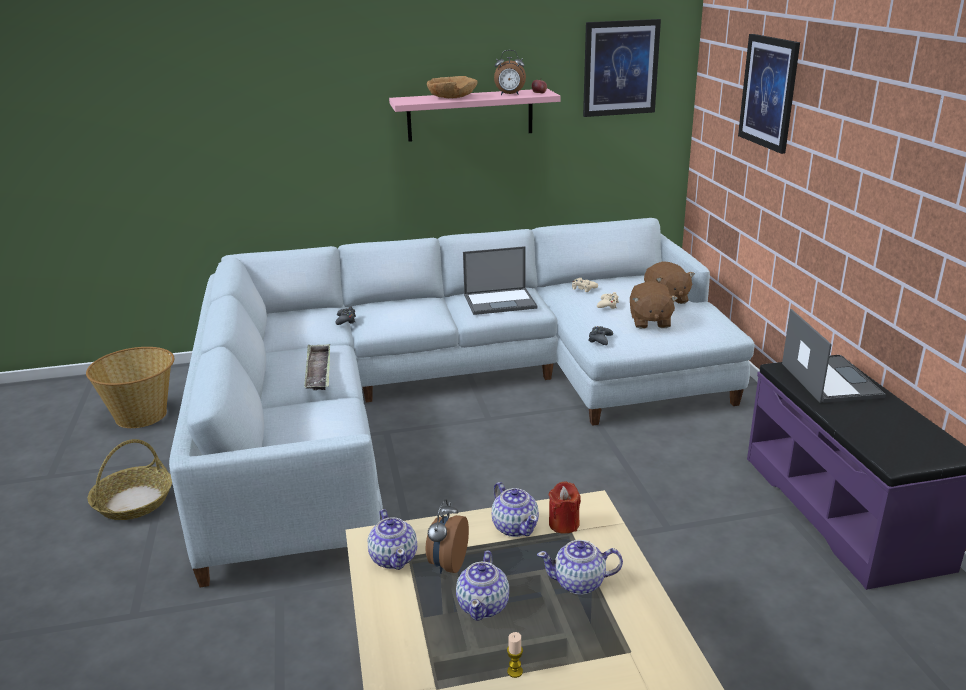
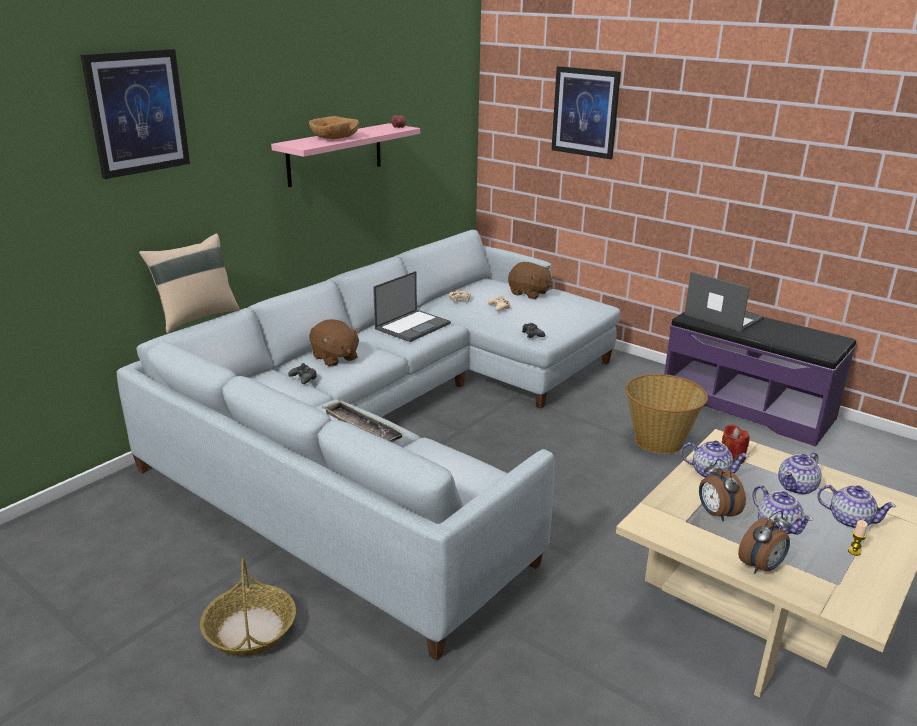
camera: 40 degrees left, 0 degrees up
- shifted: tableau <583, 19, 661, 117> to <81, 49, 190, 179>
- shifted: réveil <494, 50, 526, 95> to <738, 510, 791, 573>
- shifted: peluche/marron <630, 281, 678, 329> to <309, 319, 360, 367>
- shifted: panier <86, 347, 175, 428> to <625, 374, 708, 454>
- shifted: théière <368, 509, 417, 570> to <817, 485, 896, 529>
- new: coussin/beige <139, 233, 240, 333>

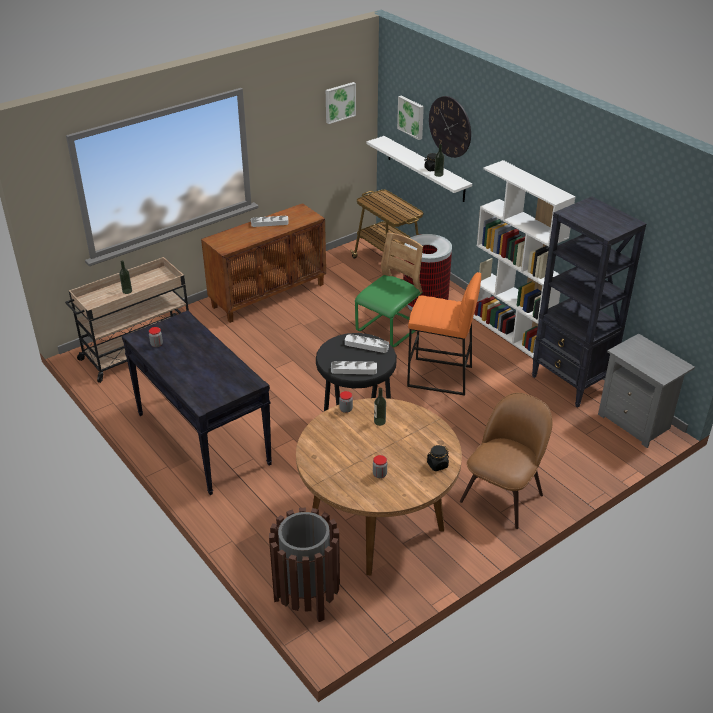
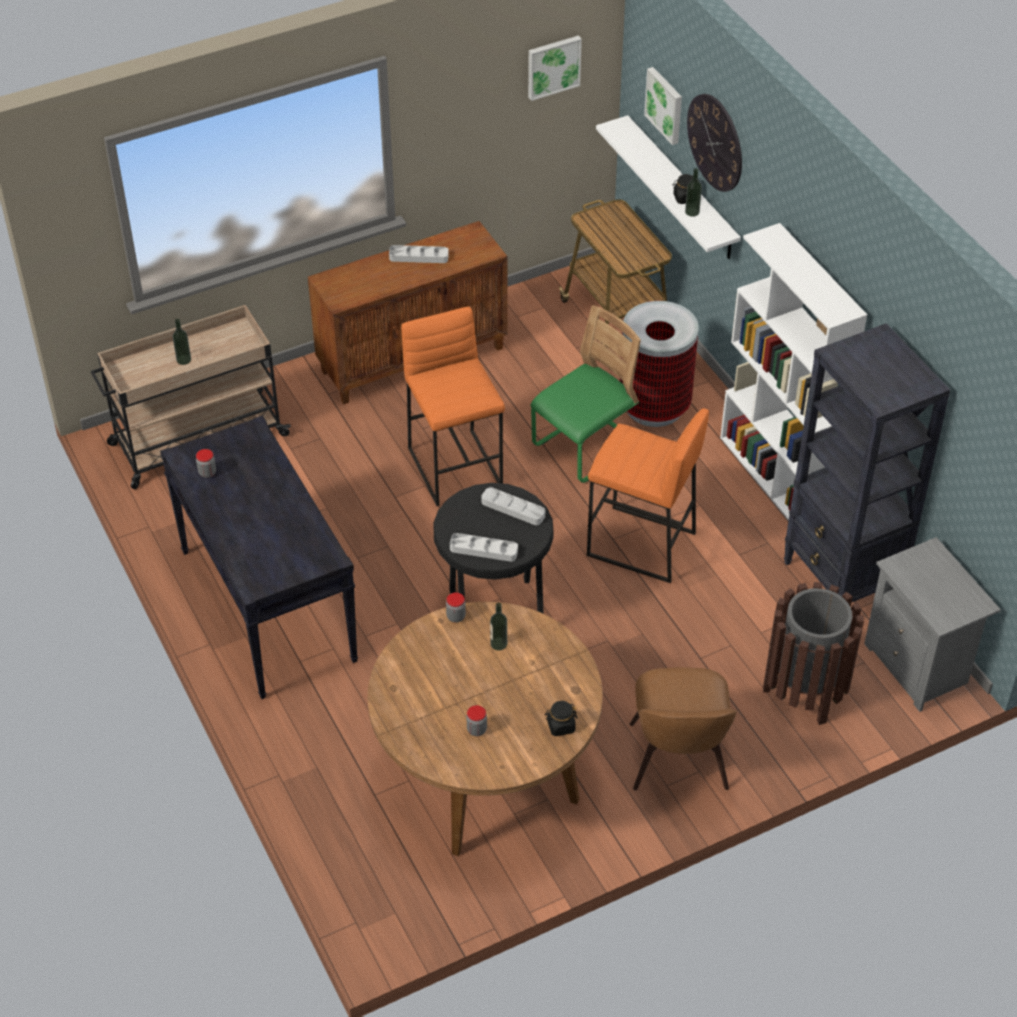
camera: 10 degrees right, 10 degrees up
- rotated: chaise/marron <460, 393, 553, 529> = <629, 667, 737, 790> 135 degrees clockwise
- shifted: poubelle/marron <269, 507, 340, 622> to <763, 582, 864, 725>
- new: tabouret/orange <401, 307, 505, 506>

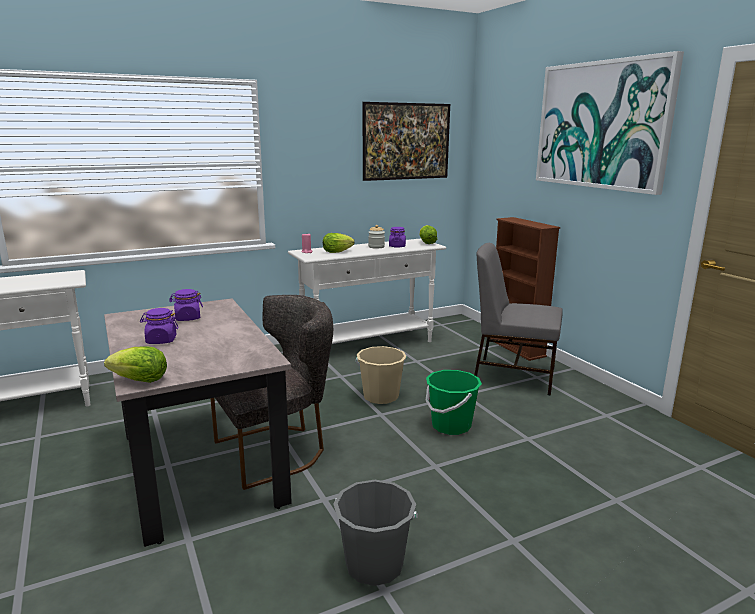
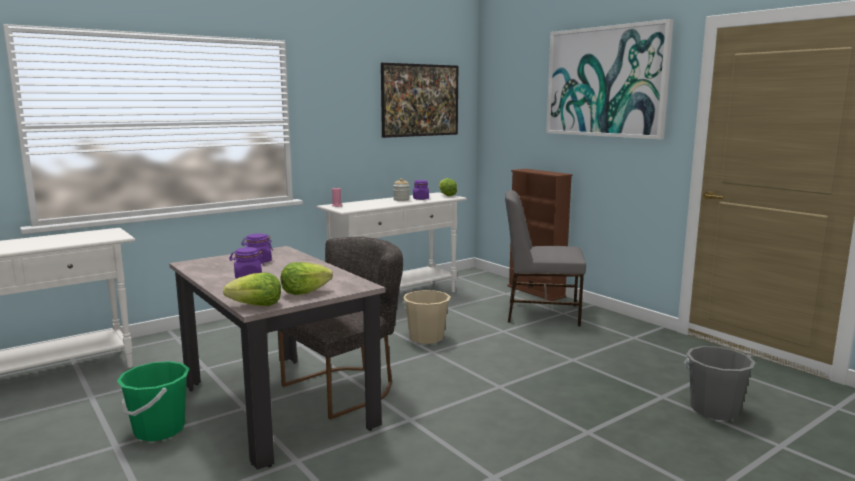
camera: 10 degrees left, 5 degrees down
- shifted: laitue <323, 233, 355, 253> to <281, 262, 333, 295>
- shifted: seau/vert <425, 370, 482, 435> to <117, 361, 189, 441>
- shifted: seau/gris <334, 480, 418, 586> to <684, 346, 755, 420>

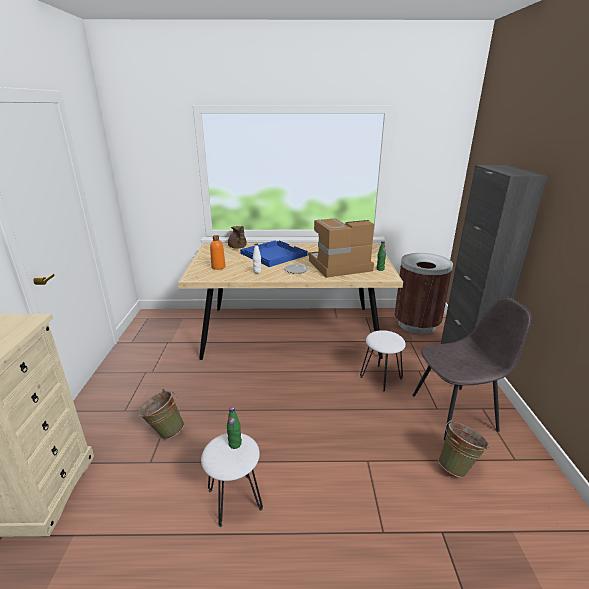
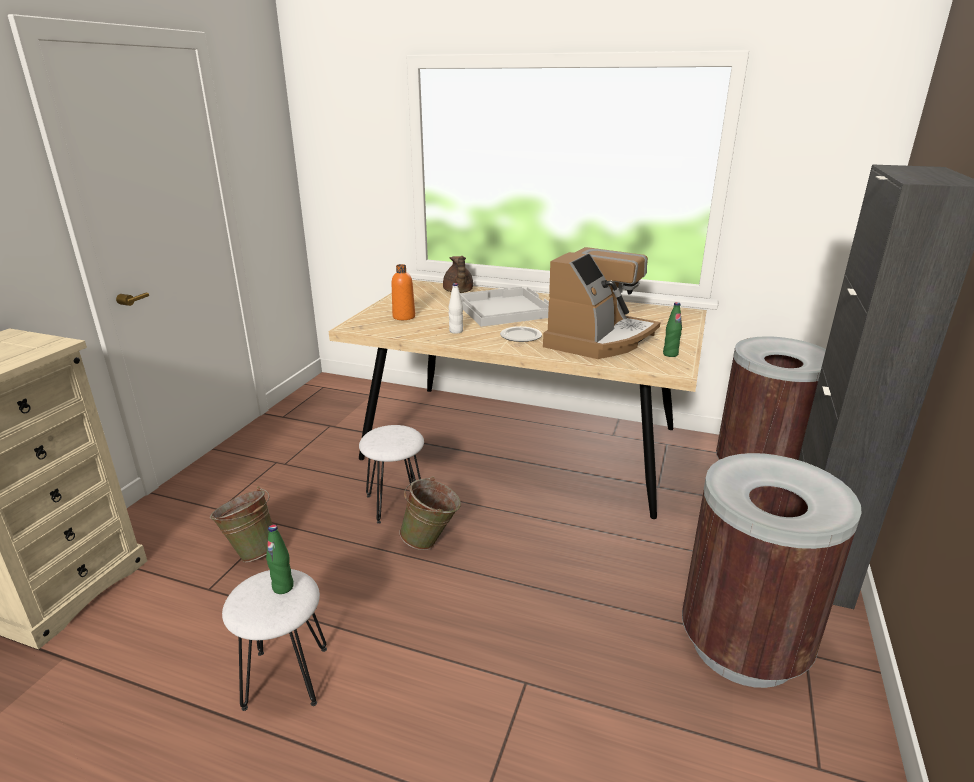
camera: 20 degrees right, 0 degrees up
- rotated: machine à café <308, 218, 374, 278> = <543, 247, 660, 359> 120 degrees clockwise
- repainted: plateau/bleu <240, 241, 308, 267> to plateau/blanc <460, 287, 549, 327>
- swapped: chaise/gris <412, 296, 531, 440> to poubelle/marron <682, 453, 862, 688>
- shifted: tabouret/blanc <360, 330, 406, 392> to <359, 425, 424, 524>
- shifted: seau/vert <438, 419, 489, 478> to <399, 477, 461, 550>

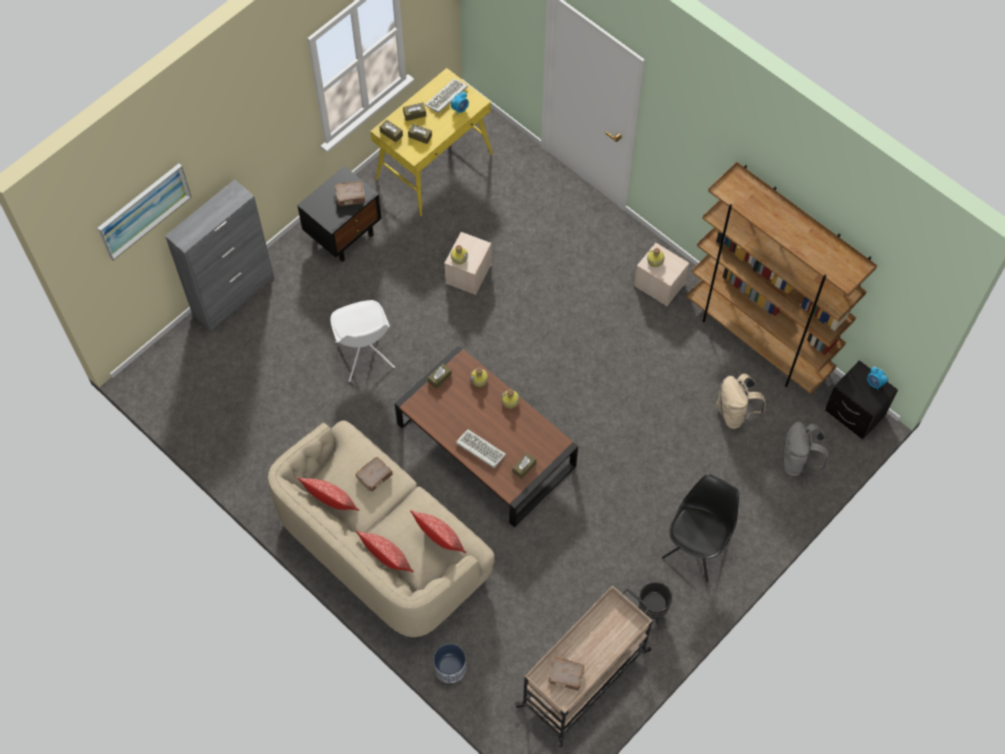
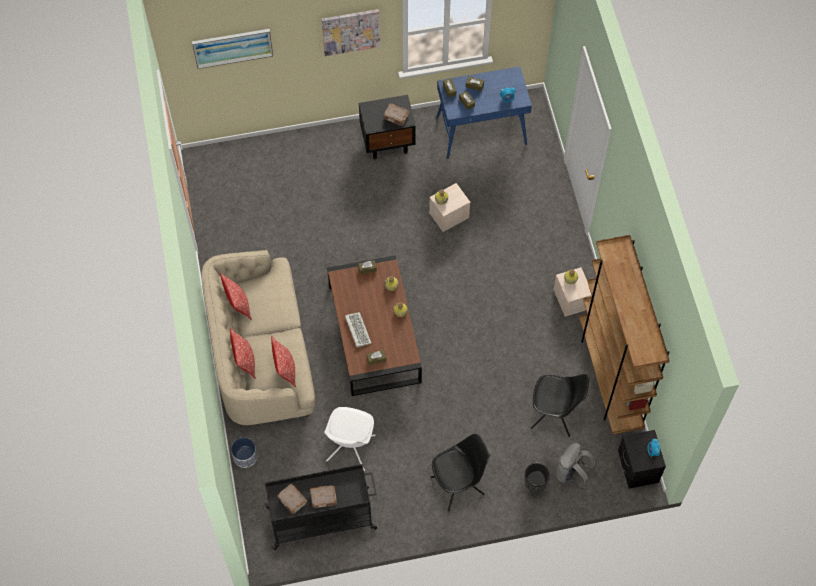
camera: 35 degrees right, 0 degrees up
- repainted: bureau/jaune <370, 68, 493, 216> to bureau/bleu <436, 67, 532, 159>
- gone: clavier <425, 78, 468, 114>
- gone: meuble de rangement/gris <165, 179, 274, 331>
- shifted: chaise/blanc <330, 300, 395, 382> to <324, 407, 376, 471>
- swapped: sac à dos/beige <716, 374, 766, 429> to chaise/noir <531, 374, 589, 437>
- shifted: livre/marron <356, 457, 393, 492> to <310, 485, 337, 508>
- shifted: cache-pot/noir <639, 582, 672, 624> to <524, 463, 550, 497>
- repainted: chariot/beige <514, 585, 653, 747> to chariot/noir <264, 464, 377, 550>
- new: tableau <322, 9, 380, 56>

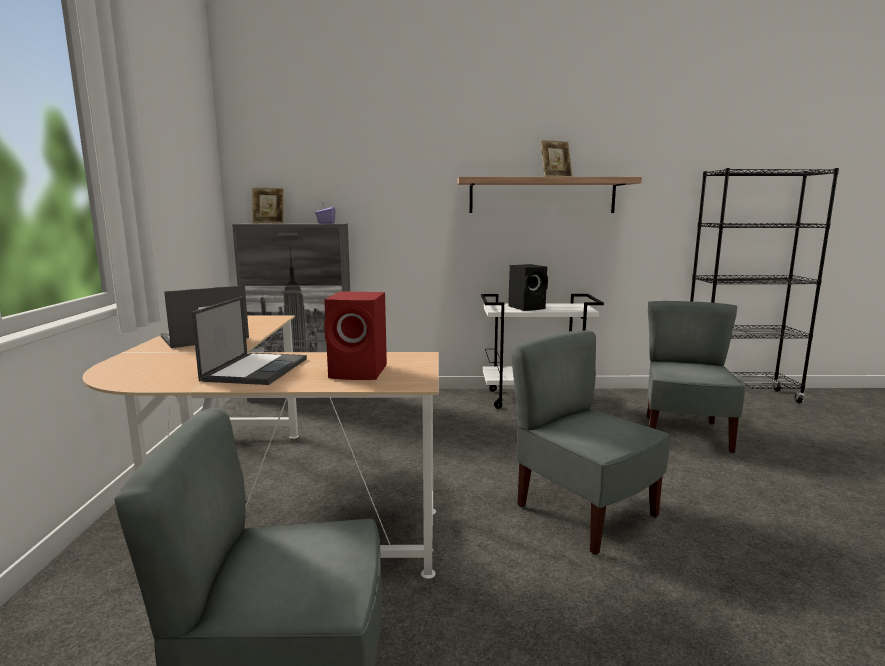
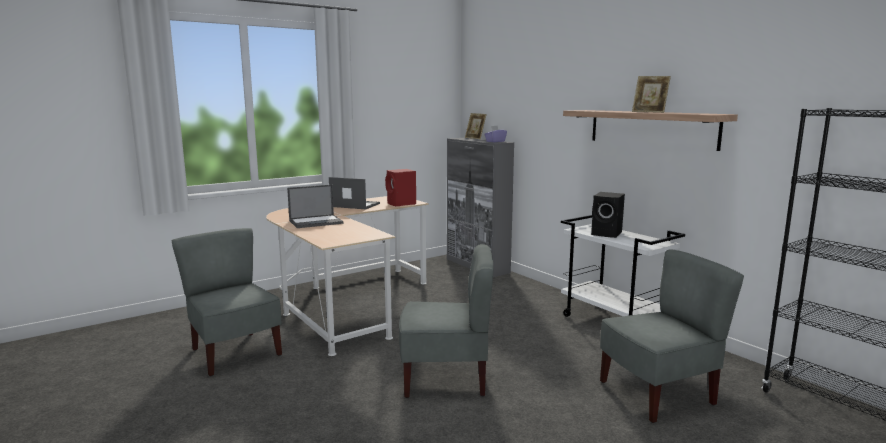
camera: 55 degrees right, 0 degrees up
- shifted: enceinte/rouge <324, 291, 387, 380> to <385, 169, 416, 206>
- rotated: chaise/gris <511, 330, 670, 555> = <399, 244, 494, 398> 75 degrees clockwise

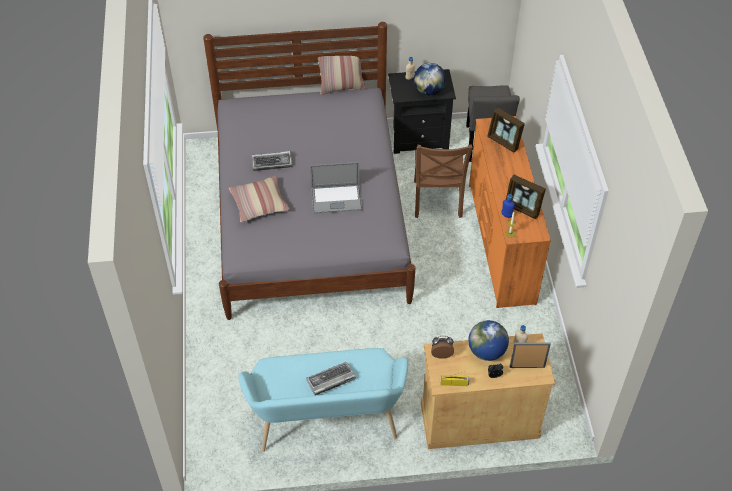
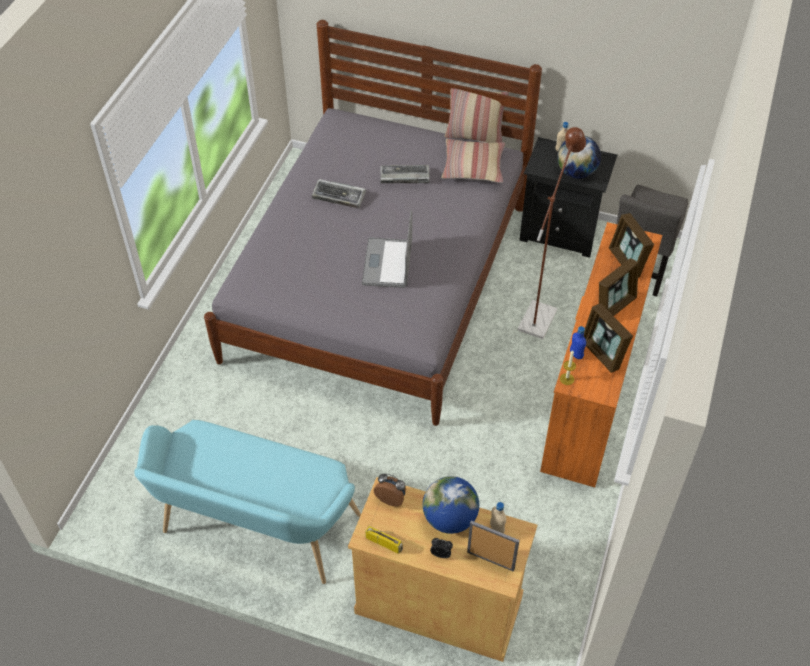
camera: 25 degrees right, 0 degrees up
- swapped: chaise/marron <414, 145, 473, 218> to lampadaire/marron <518, 127, 586, 339>
- rotated: ordinateur portable <310, 162, 362, 214> = <362, 210, 412, 288> 75 degrees clockwise
- shifted: coussin <229, 176, 290, 222> to <441, 139, 505, 183>
- shifted: clavier <306, 362, 356, 396> to <380, 165, 430, 183>
- new: cadre photo <599, 258, 639, 316>

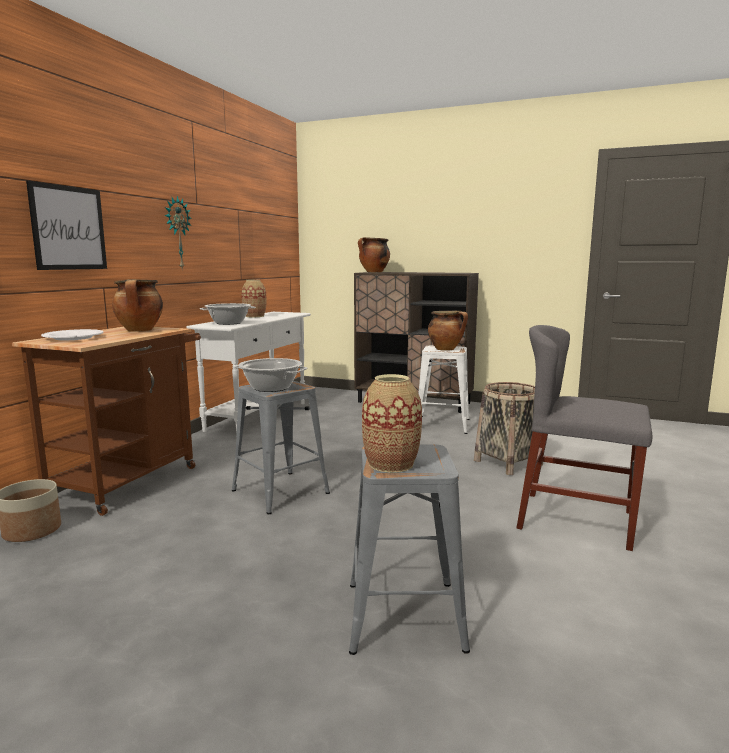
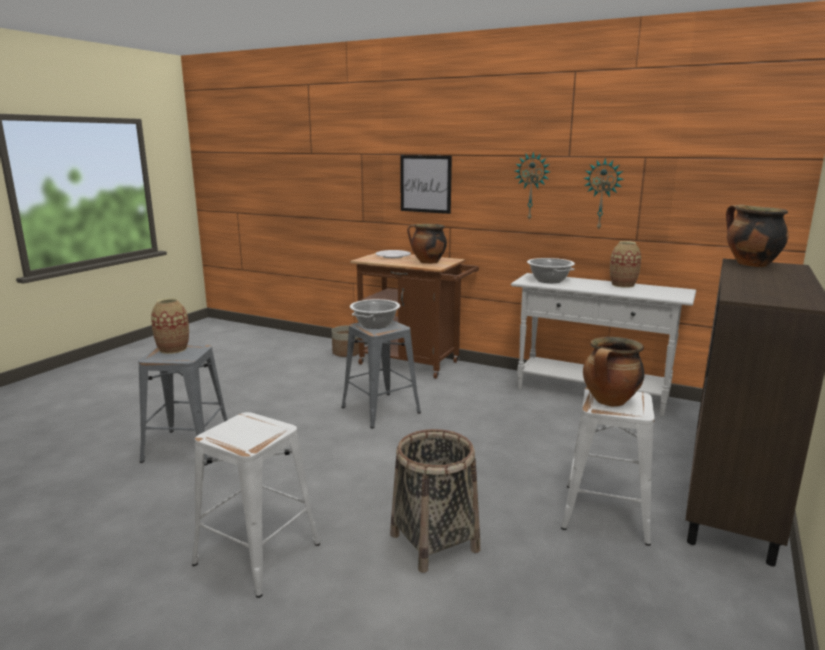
camera: 95 degrees right, 5 degrees up
- swapped: chaise/gris <517, 325, 652, 551> to tabouret/blanc <192, 412, 320, 598>
- new: horloge murale <583, 158, 624, 231>

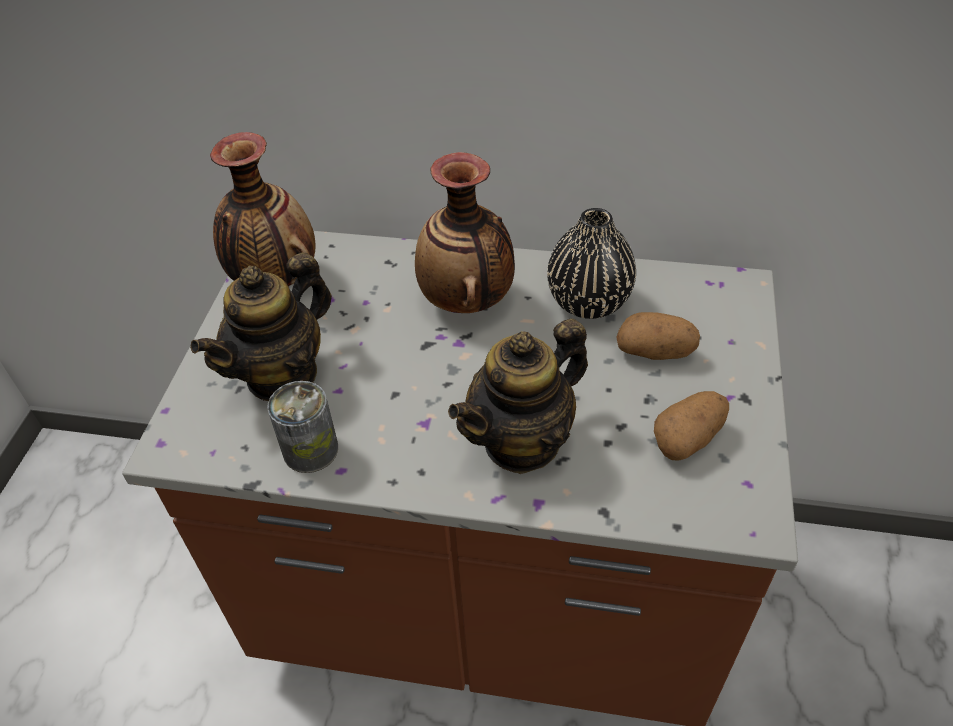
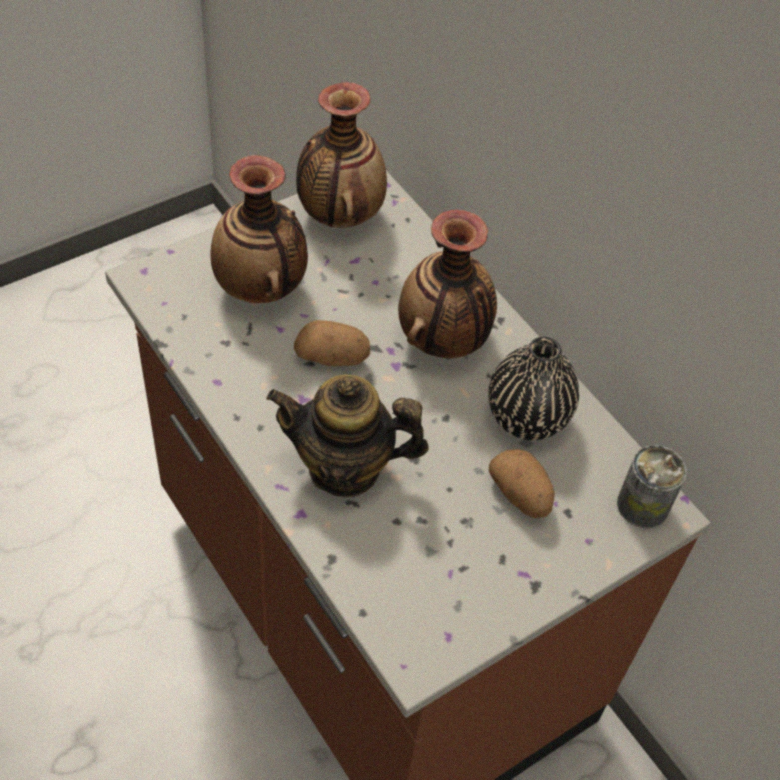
camera: 40 degrees right, 5 degrees up
- swapped: théière <190, 252, 332, 401> to vase <211, 155, 308, 303>
- shifted: boîte métallique <267, 381, 338, 473> to <617, 445, 687, 528>
- shifted: pomme de terre <654, 391, 729, 461> to <294, 320, 370, 366>

